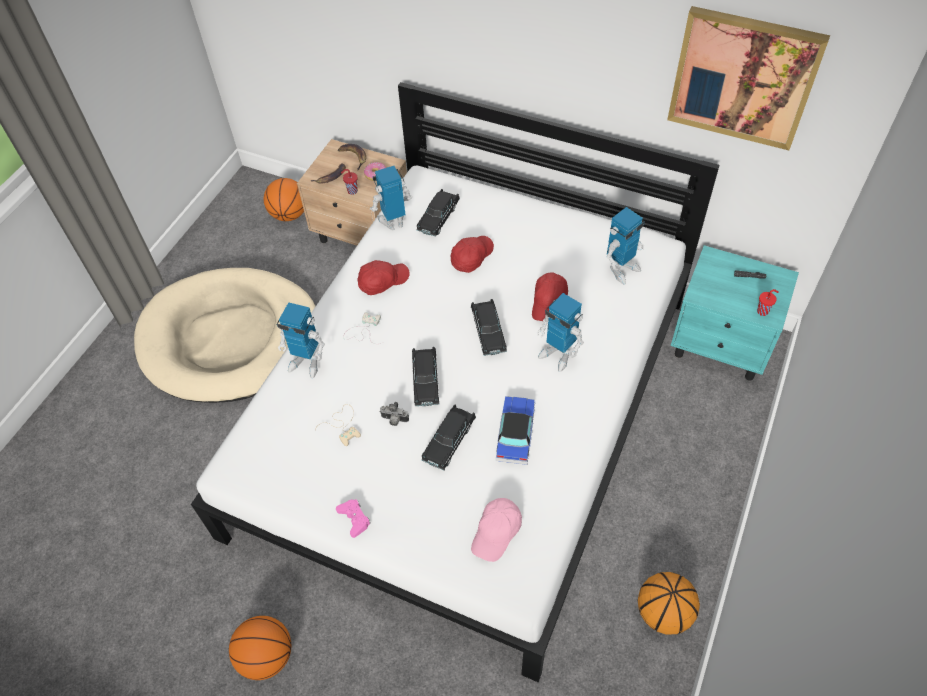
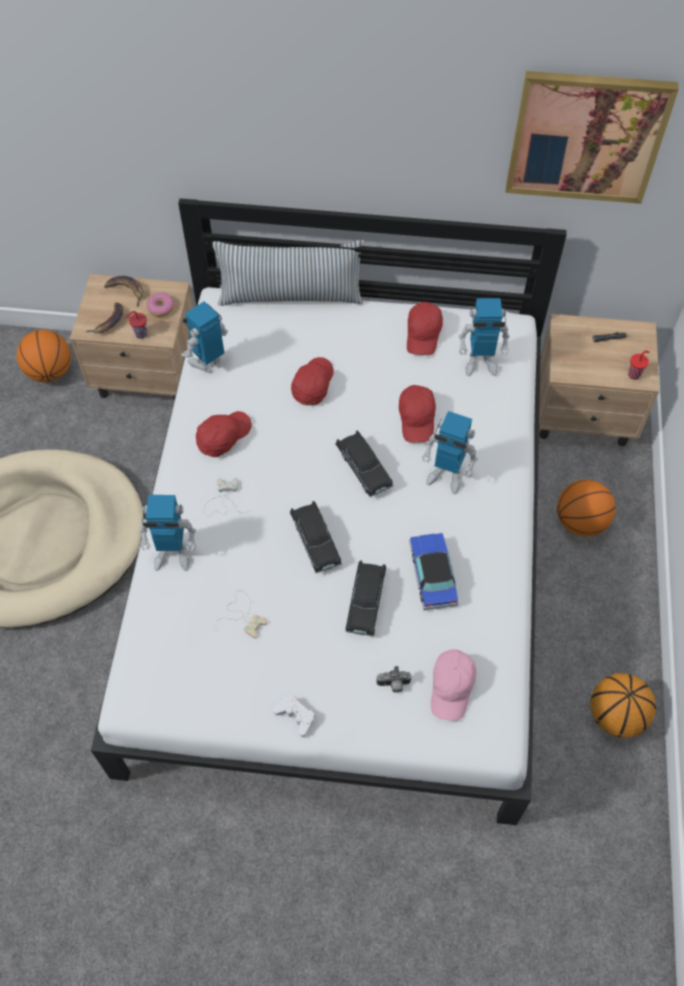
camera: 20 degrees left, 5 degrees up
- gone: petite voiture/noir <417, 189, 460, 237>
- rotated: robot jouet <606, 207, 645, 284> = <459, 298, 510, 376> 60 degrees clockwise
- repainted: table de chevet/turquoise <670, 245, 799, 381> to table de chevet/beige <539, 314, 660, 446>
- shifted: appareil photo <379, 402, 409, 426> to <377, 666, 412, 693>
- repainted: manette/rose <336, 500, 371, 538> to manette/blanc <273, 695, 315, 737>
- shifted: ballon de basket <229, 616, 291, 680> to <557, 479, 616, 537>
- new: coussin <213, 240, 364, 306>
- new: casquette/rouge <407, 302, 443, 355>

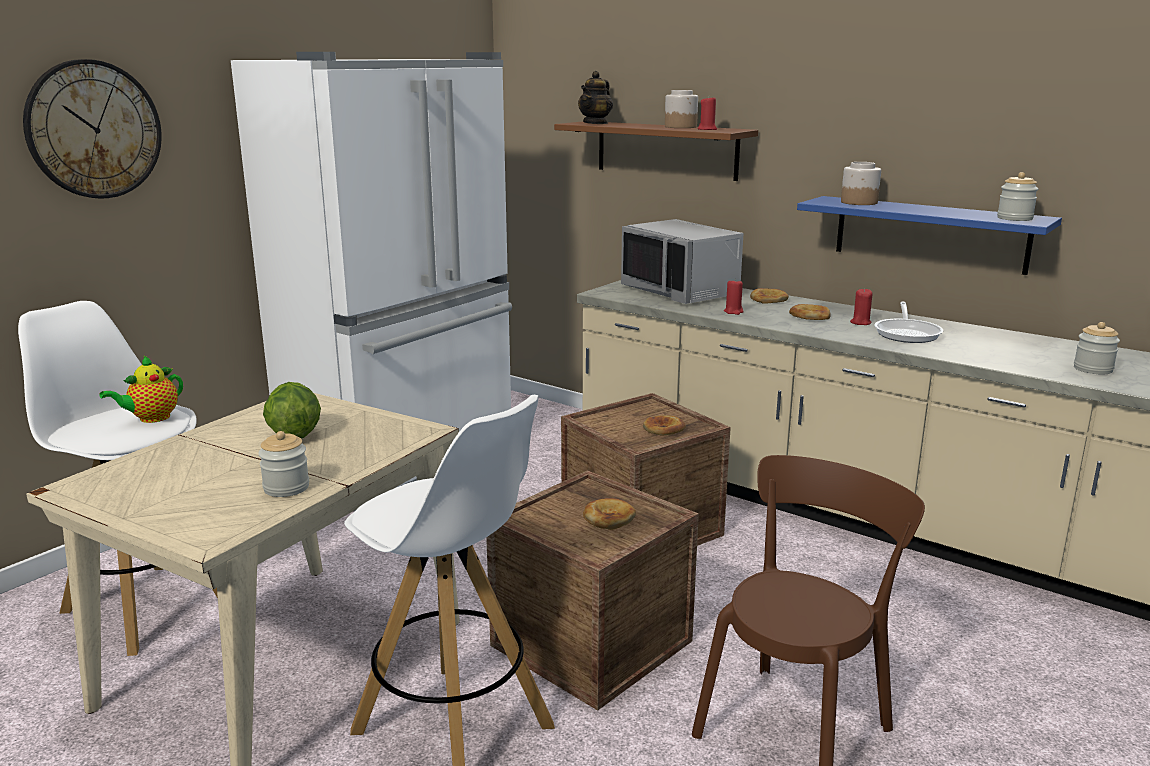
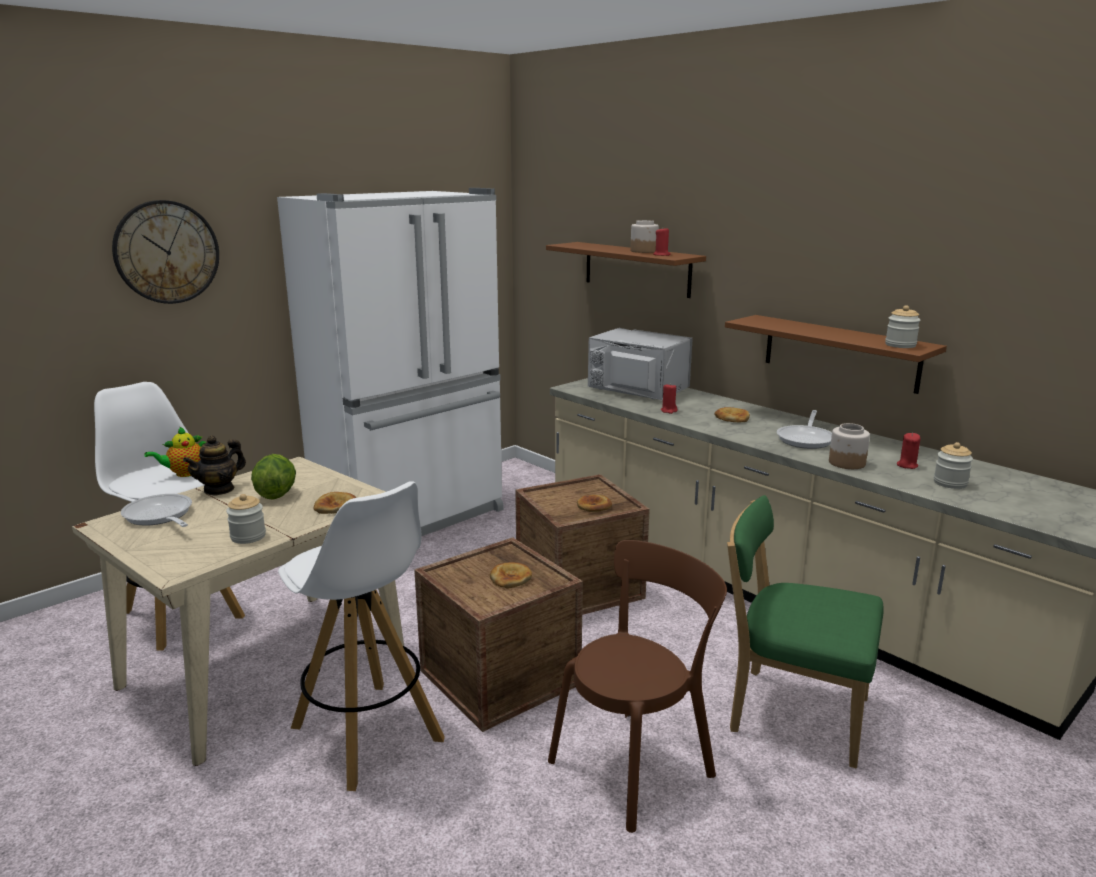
camera: 10 degrees right, 0 degrees up
- shifted: théière <578, 71, 613, 124> to <183, 435, 246, 496>
- shifted: bocal <841, 162, 881, 205> to <829, 423, 870, 469>
- repainted: étagère/bleu <797, 196, 1062, 275> to étagère/marron <725, 315, 947, 394>
- rotated: micro-ondes/gris <621, 219, 744, 304> = <588, 328, 693, 400> 150 degrees clockwise
- shifted: pain <750, 288, 789, 304> to <314, 492, 356, 514>
- shifted: bougie/rouge <850, 288, 873, 325> to <897, 433, 921, 469>
- new: poêle <121, 494, 192, 527>
- new: chaise/vert <727, 495, 884, 768>

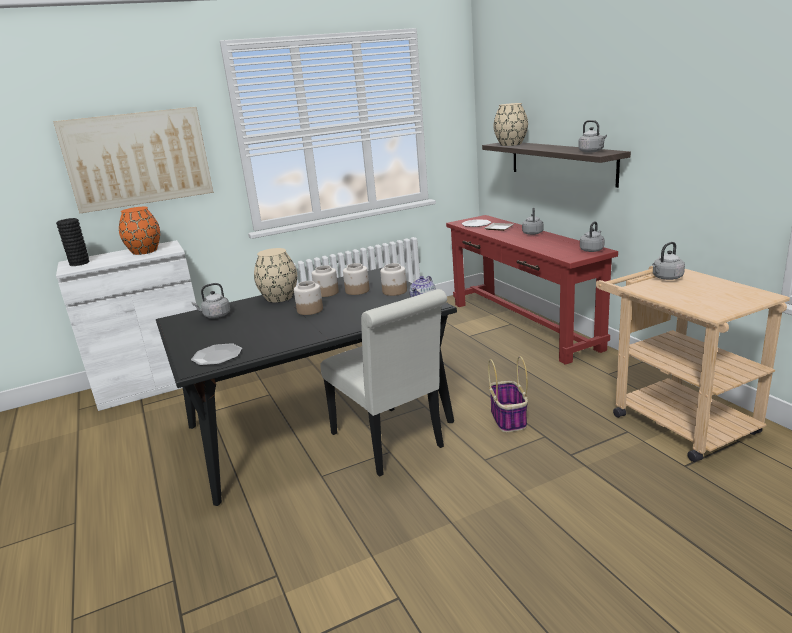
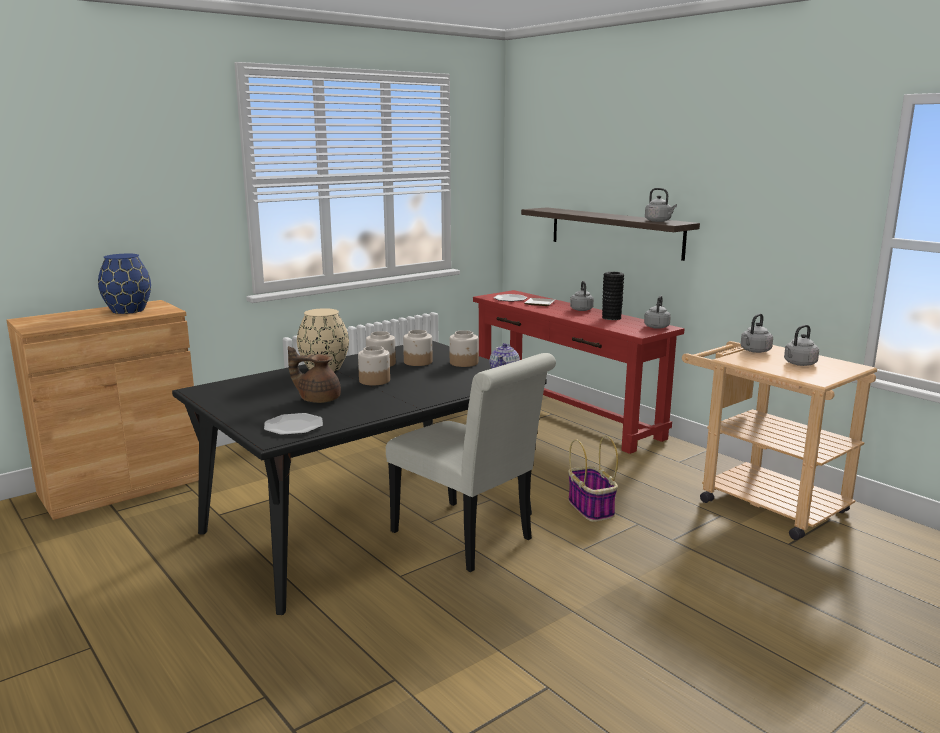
camera: 15 degrees left, 5 degrees down
- gone: vase/beige <493, 103, 528, 146>
- gone: tableau <53, 107, 213, 213>
- repainted: vase/orange <119, 207, 160, 255> to vase/bleu <98, 254, 151, 314>
- shifted: vase/noir <56, 218, 90, 266> to <602, 272, 624, 320>
- repainted: meuble de rangement/blanc <56, 240, 197, 411> to meuble de rangement/marron <6, 300, 199, 520>
- shifted: bouilloire/gris <192, 283, 230, 318> to <784, 325, 819, 366>
- new: théière/marron <288, 346, 341, 403>

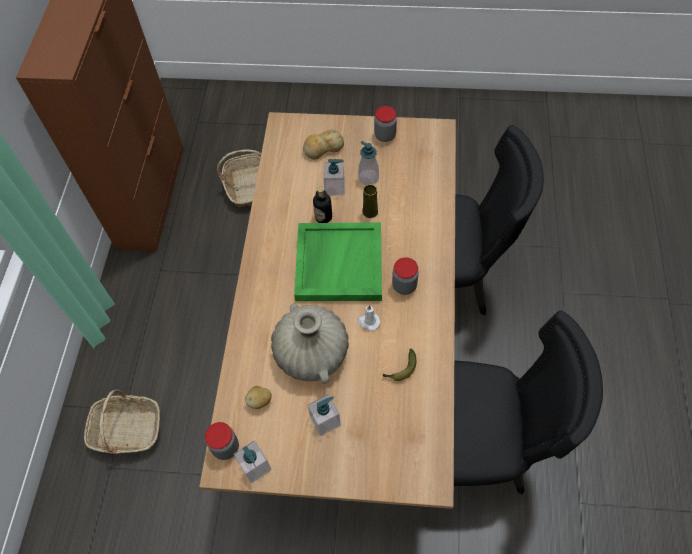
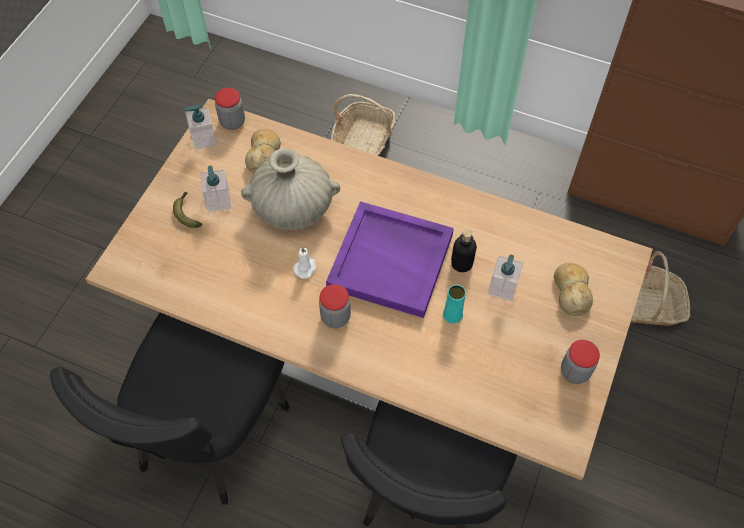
camera: 105 degrees right, 0 degrees up
- gone: distributeur de savon <358, 141, 379, 185>
- repainted: vase/jaune <363, 184, 378, 218> to vase/turquoise <443, 285, 466, 323>
- repainted: plateau/vert <294, 222, 382, 301> to plateau/violet <326, 201, 454, 318>
- shifted: banane <383, 349, 416, 381> to <173, 192, 202, 228>
- swapped: pomme de terre <245, 386, 272, 409> to pain <245, 129, 281, 173>

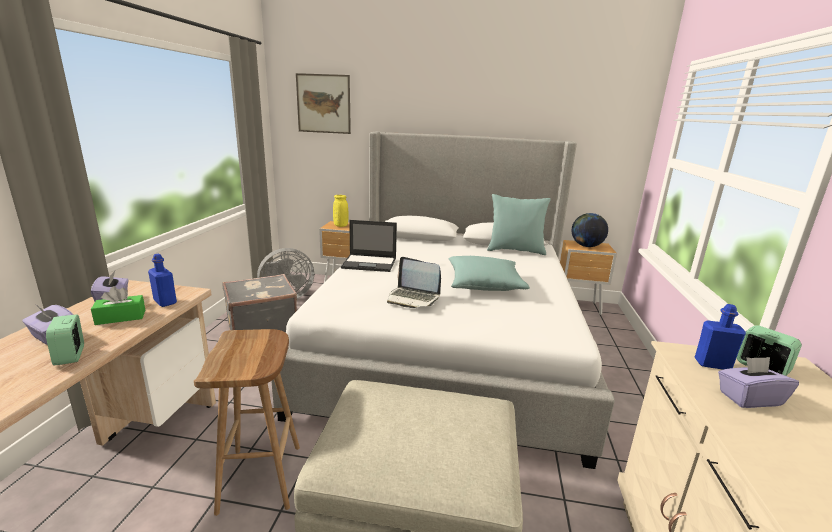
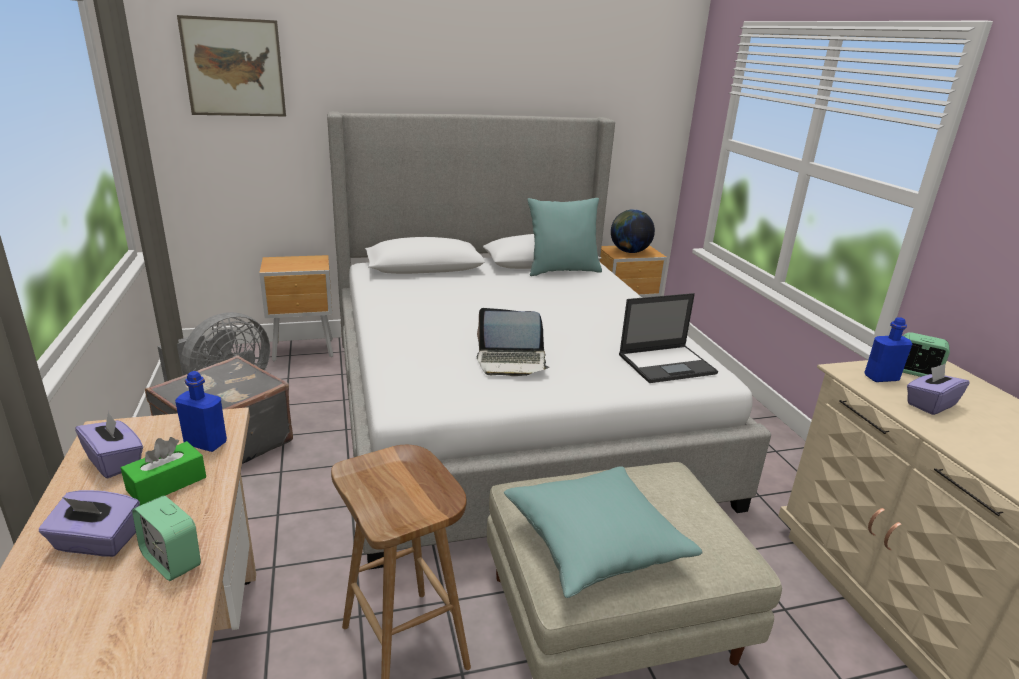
camera: 25 degrees left, 5 degrees up
- gone: vase/jaune <333, 195, 349, 227>
- shifted: ordinateur portable <341, 220, 397, 272> to <619, 293, 718, 383>
- shifted: coussin/turquoise <448, 256, 530, 291> to <504, 467, 703, 598>

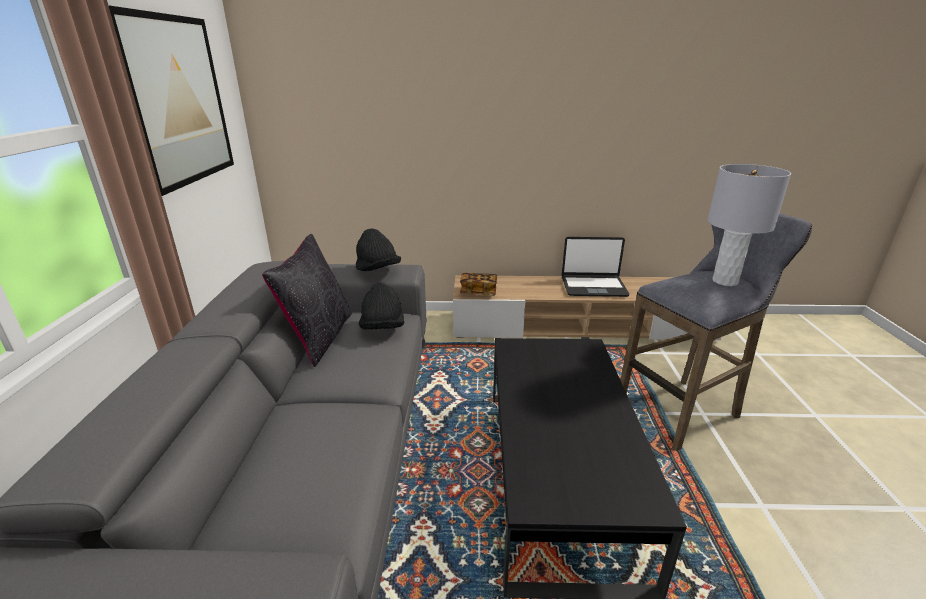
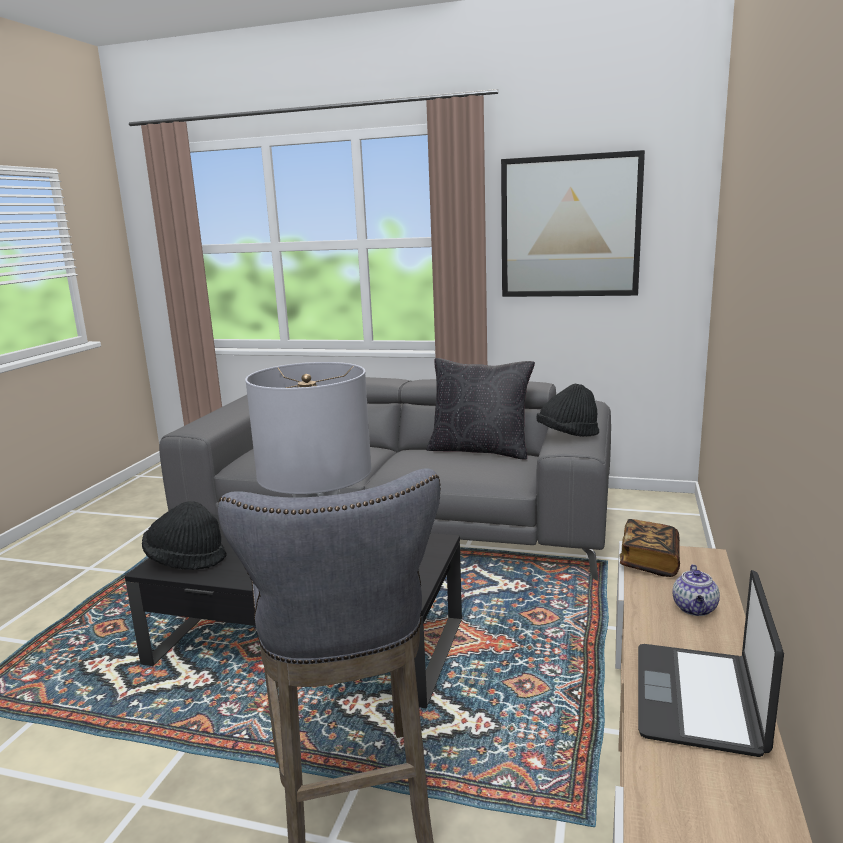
camera: 105 degrees right, 10 degrees down
- shifted: chapeau/noir <359, 282, 404, 330> to <142, 501, 227, 570>
- new: théière <672, 564, 720, 616>

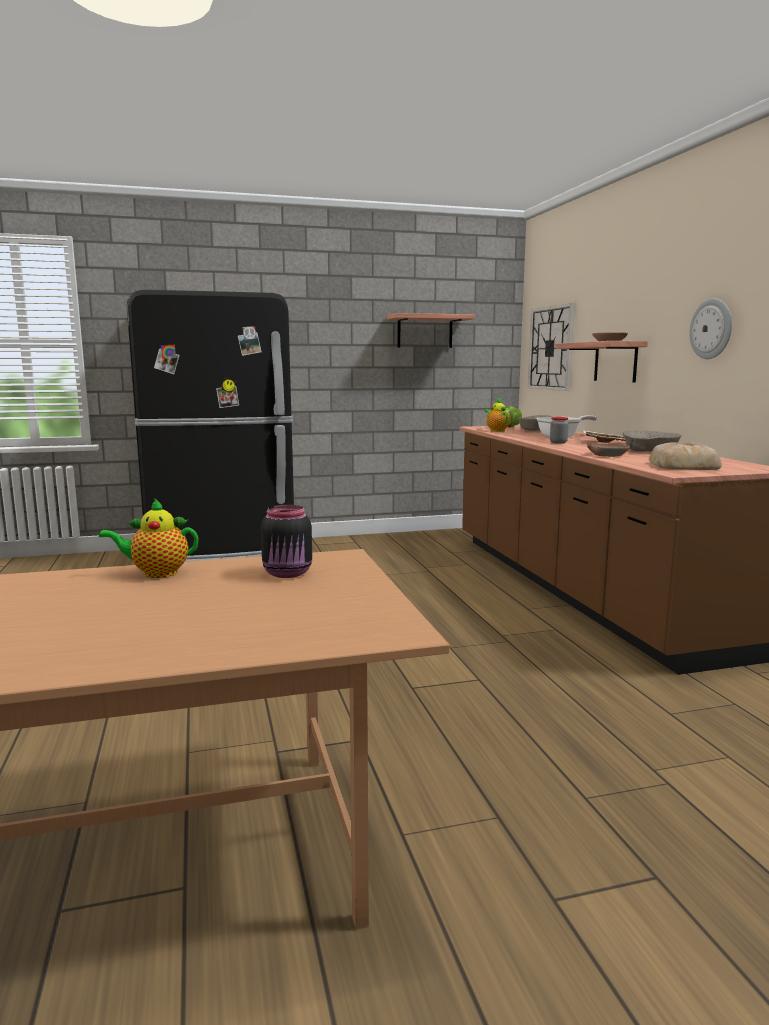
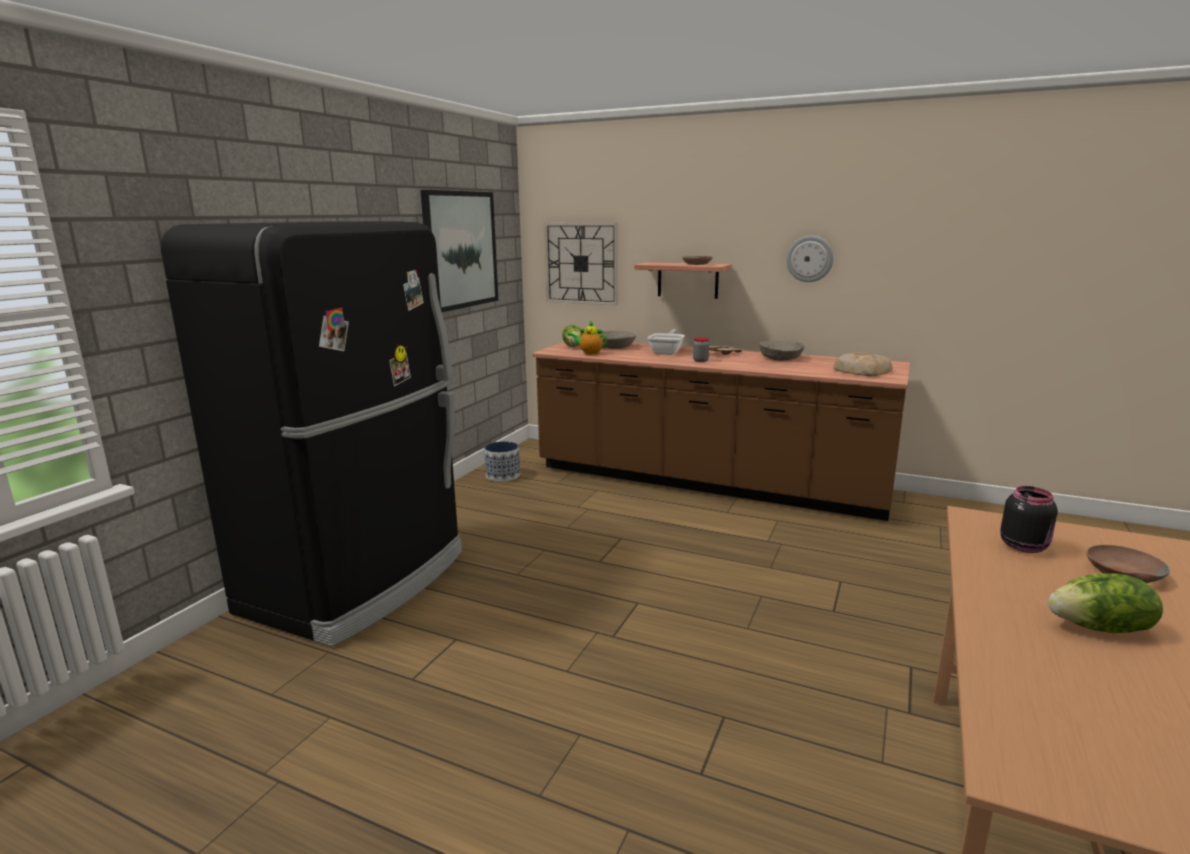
camera: 50 degrees left, 5 degrees up
- swapped: étagère <386, 313, 475, 348> to tableau <421, 190, 498, 312>
- shifted: bol/marron <587, 443, 630, 457> to <1086, 545, 1170, 583>
- gone: théière <99, 498, 199, 578>
- new: cache-pot <484, 441, 520, 482>
- new: laitue <1048, 573, 1163, 633>

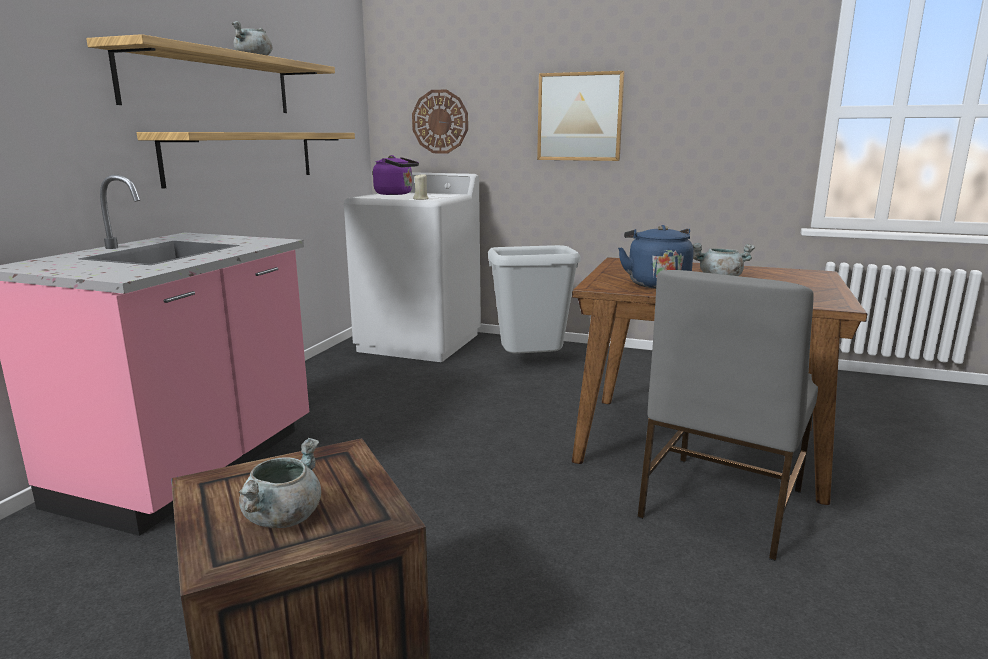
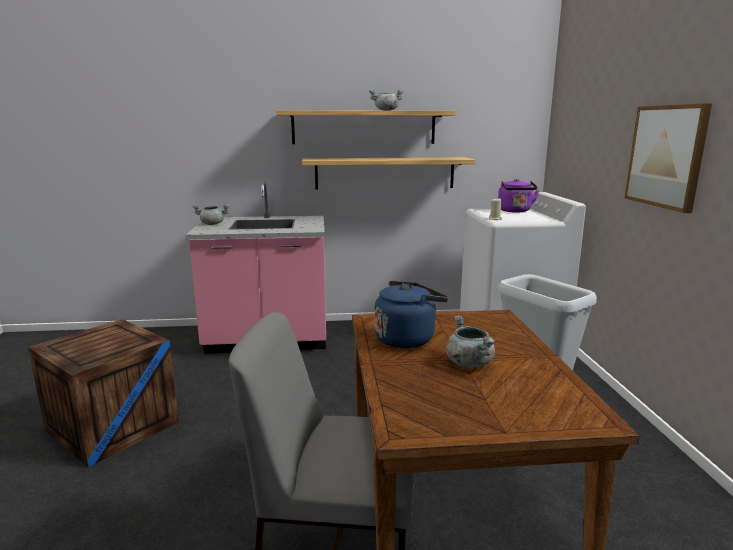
camera: 65 degrees right, 0 degrees up
- gone: horloge murale <412, 90, 468, 153>
- shifted: marmite/gris <239, 438, 321, 528> to <193, 204, 230, 225>

